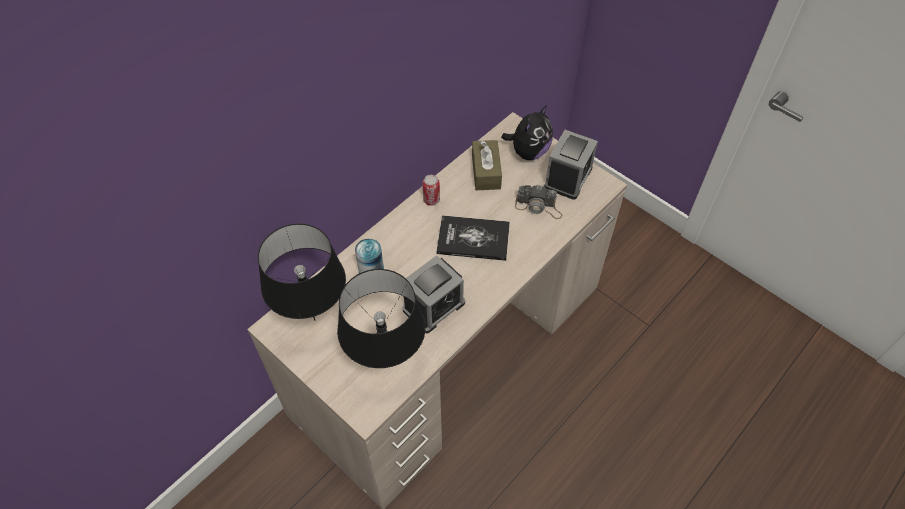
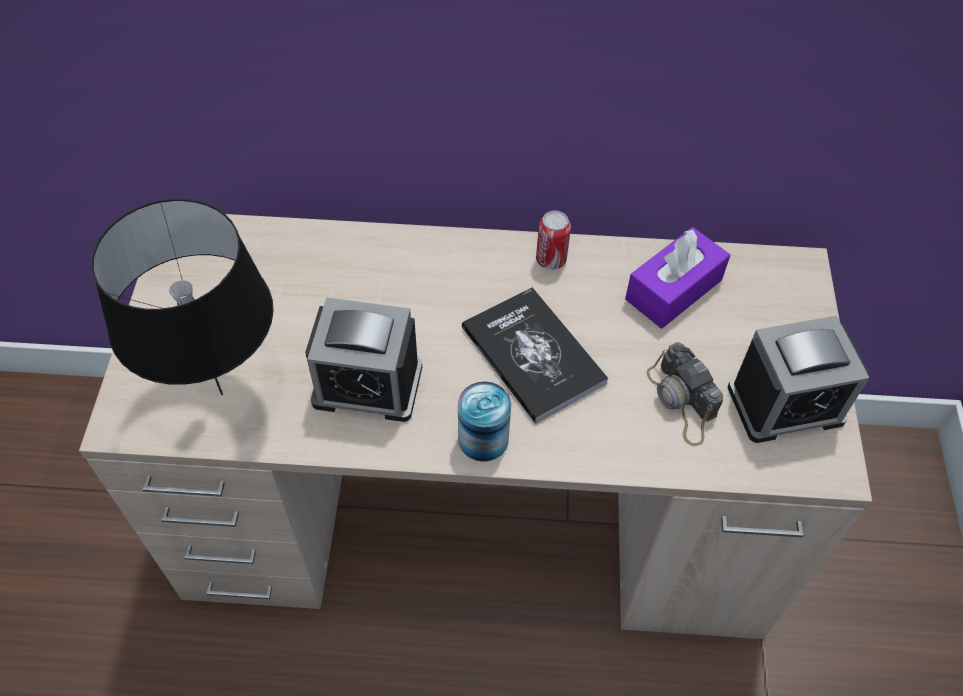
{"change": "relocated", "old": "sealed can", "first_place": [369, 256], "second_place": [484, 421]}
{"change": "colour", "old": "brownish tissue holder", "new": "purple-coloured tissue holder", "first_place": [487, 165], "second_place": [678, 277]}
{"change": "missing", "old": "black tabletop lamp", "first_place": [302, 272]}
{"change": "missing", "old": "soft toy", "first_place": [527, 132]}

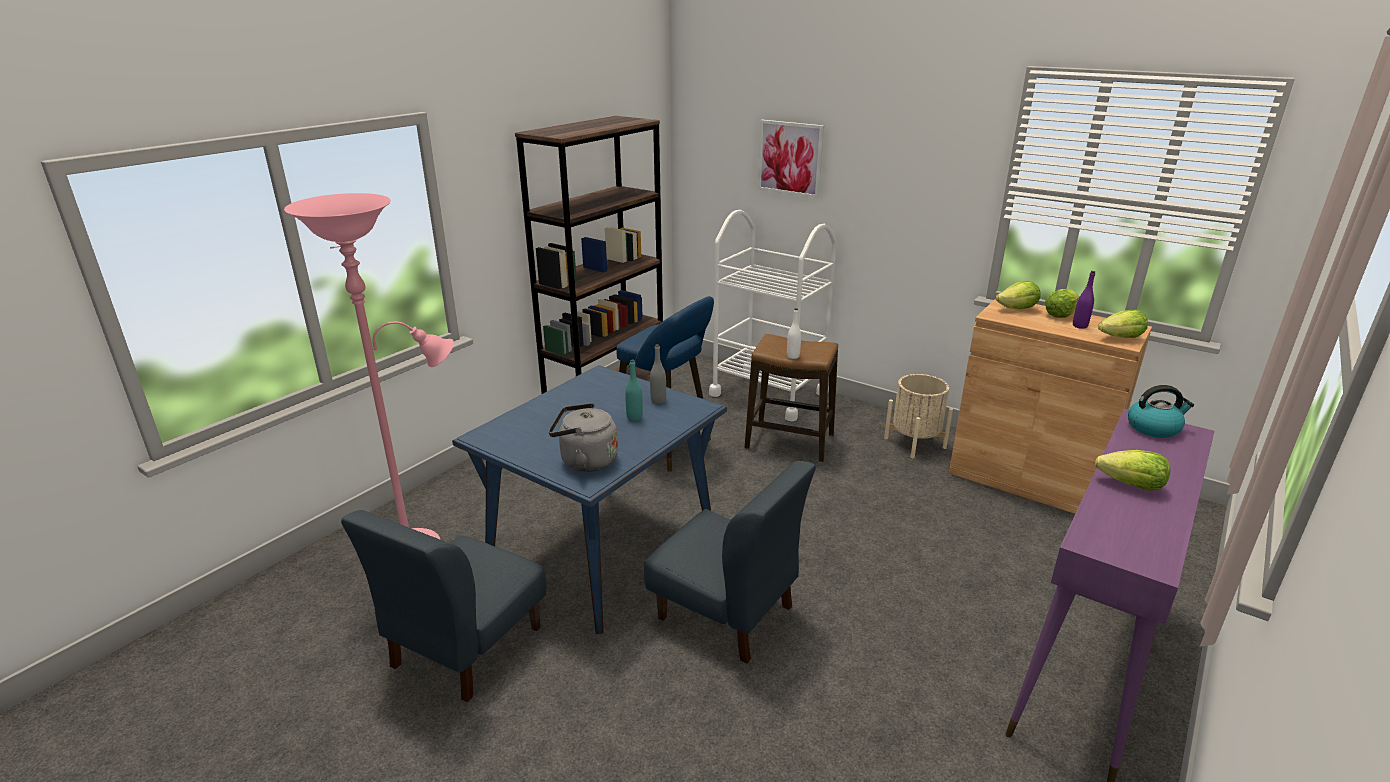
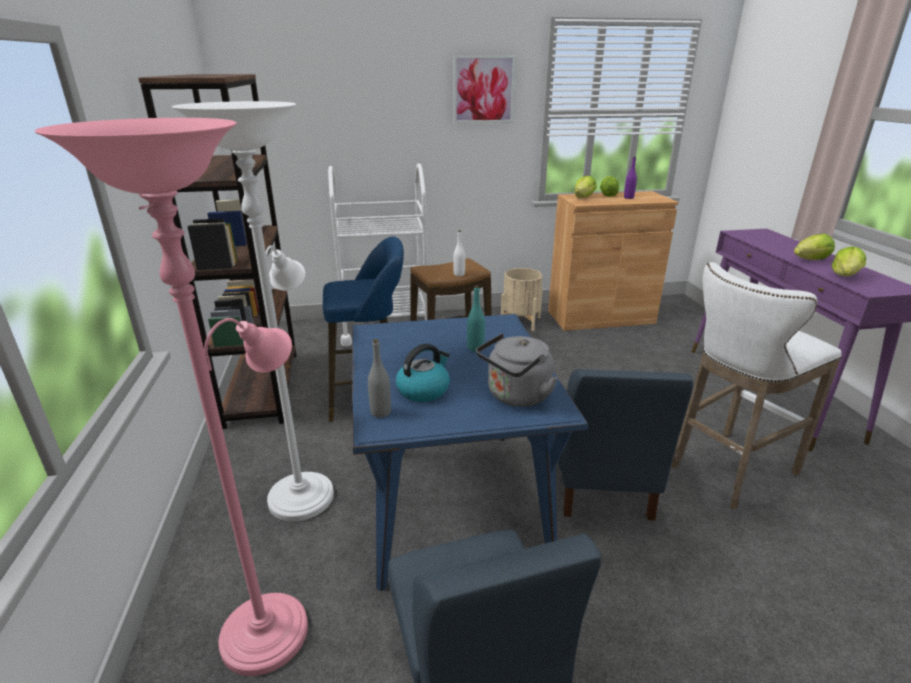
{"change": "appeared", "new": "white-coloured standard lamp", "second_place": [253, 311]}
{"change": "relocated", "old": "gray drink bottle", "first_place": [658, 374], "second_place": [379, 378]}
{"change": "relocated", "old": "water kettle", "first_place": [1161, 411], "second_place": [423, 372]}
{"change": "relocated", "old": "wall picture", "first_place": [791, 159], "second_place": [484, 89]}
{"change": "spun", "old": "blue-coloured upright chair", "first_place": [730, 562], "second_place": [624, 445], "degrees": 105}
{"change": "appeared", "new": "white-coloured stool", "second_place": [756, 386]}
{"change": "relocated", "old": "lettuce", "first_place": [1123, 324], "second_place": [849, 261]}

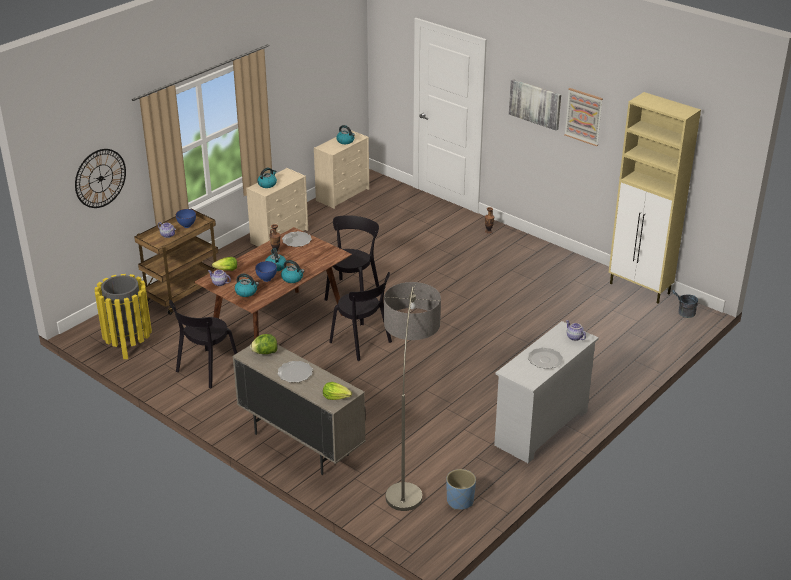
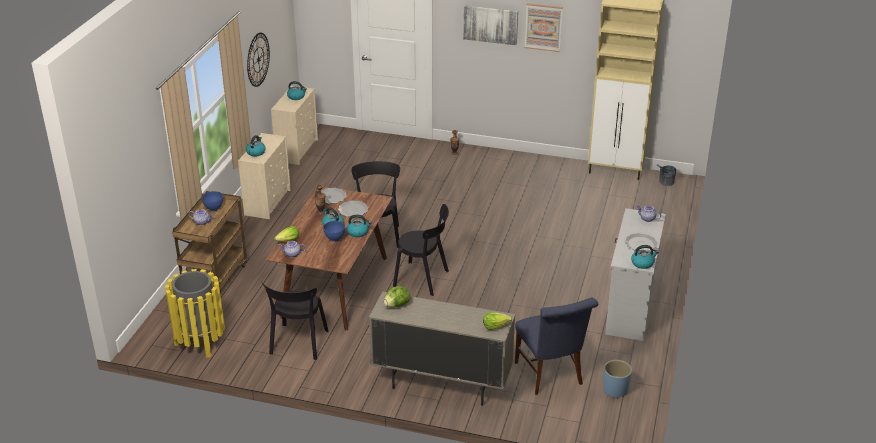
{"change": "relocated", "old": "hanging clock", "first_place": [100, 178], "second_place": [258, 60]}
{"change": "relocated", "old": "dinner plate", "first_place": [295, 371], "second_place": [353, 208]}
{"change": "exchanged", "old": "standard lamp", "new": "blue-coloured upright chair", "first_place": [412, 396], "second_place": [556, 346]}
{"change": "relocated", "old": "water kettle", "first_place": [247, 285], "second_place": [645, 257]}

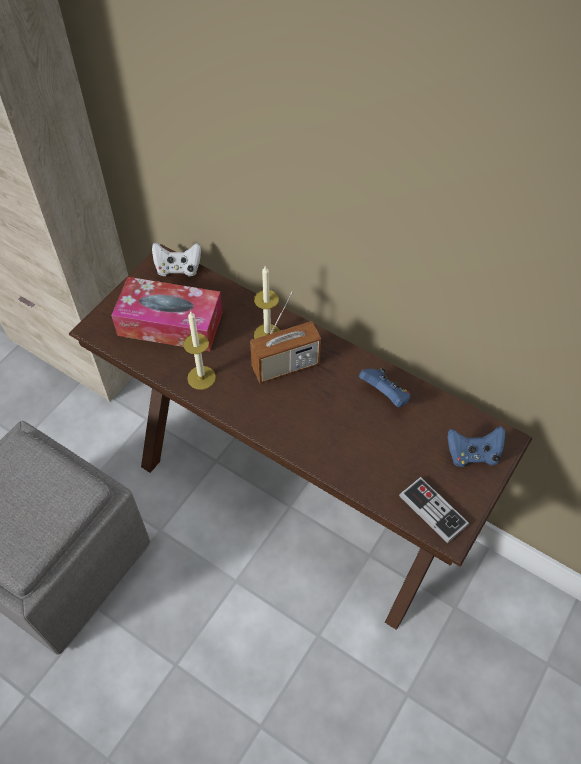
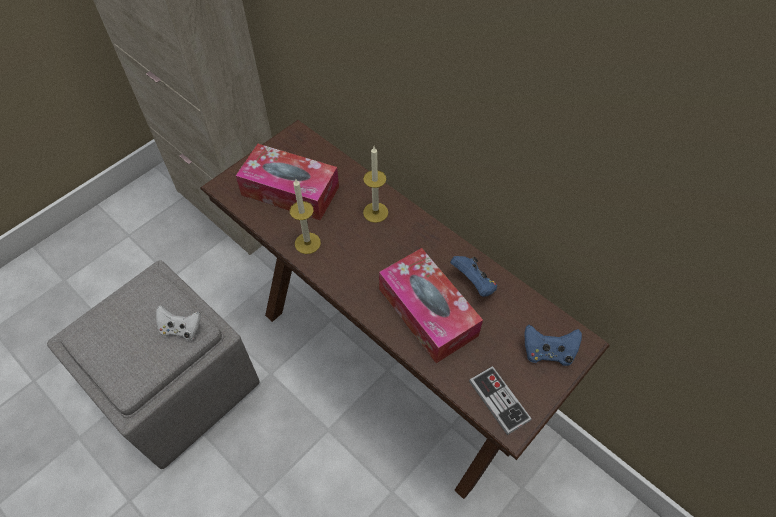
{"change": "relocated", "old": "white-coloured game controller", "first_place": [176, 260], "second_place": [178, 322]}
{"change": "appeared", "new": "tissue holder", "second_place": [431, 305]}
{"change": "missing", "old": "radio set", "first_place": [285, 337]}

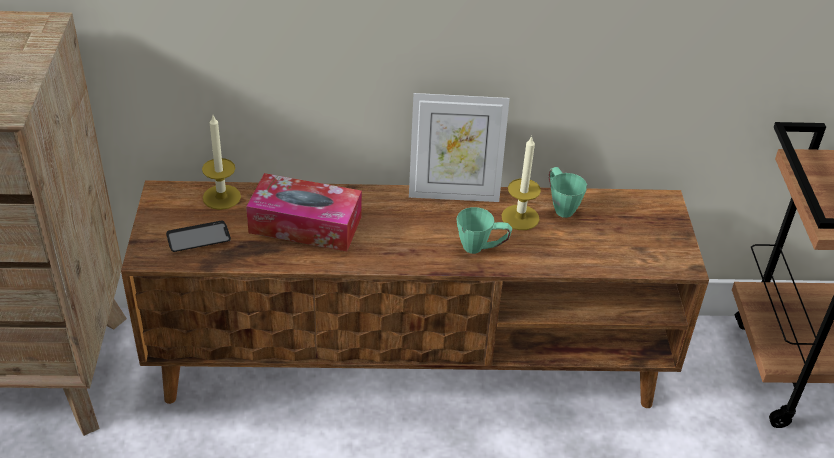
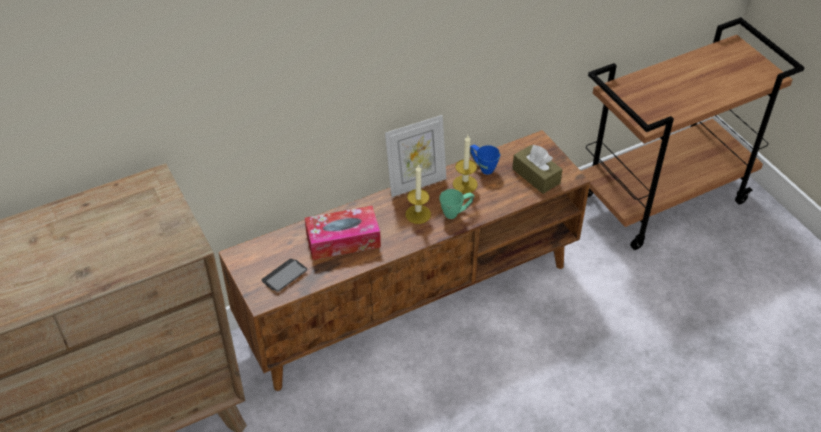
{"change": "relocated", "old": "wax light", "first_place": [221, 162], "second_place": [418, 194]}
{"change": "colour", "old": "green mug", "new": "blue-coloured mug", "first_place": [568, 192], "second_place": [485, 159]}
{"change": "appeared", "new": "brownish tissue holder", "second_place": [537, 169]}

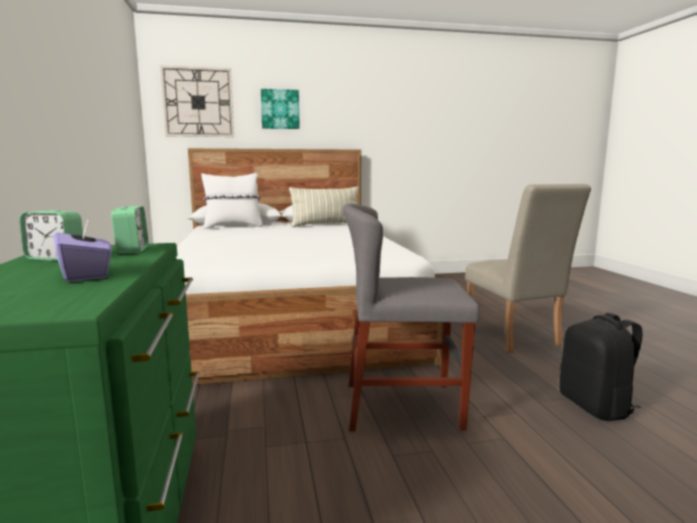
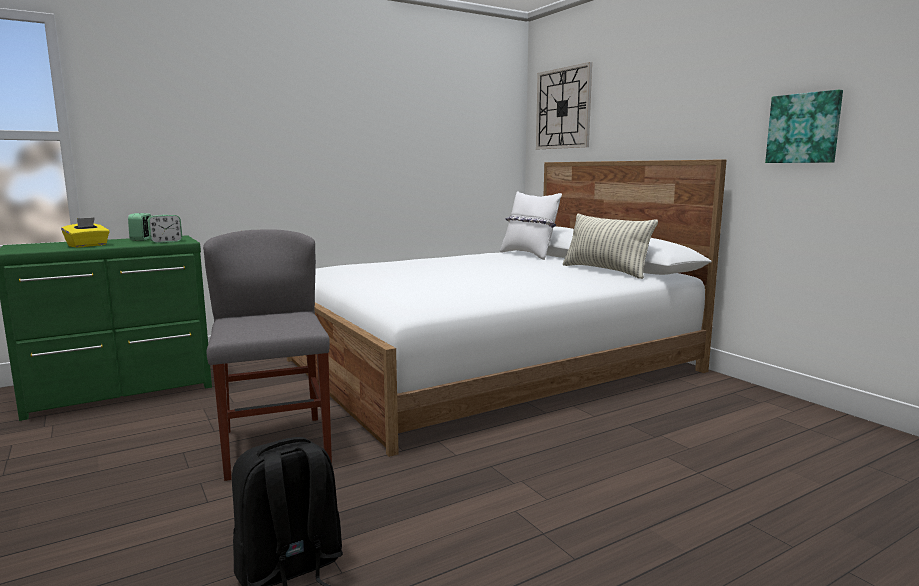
{"change": "colour", "old": "purple-coloured tissue holder", "new": "yellow tissue holder", "first_place": [83, 251], "second_place": [85, 232]}
{"change": "relocated", "old": "wall picture", "first_place": [280, 109], "second_place": [804, 126]}
{"change": "missing", "old": "sand-coloured upright chair", "first_place": [528, 268]}

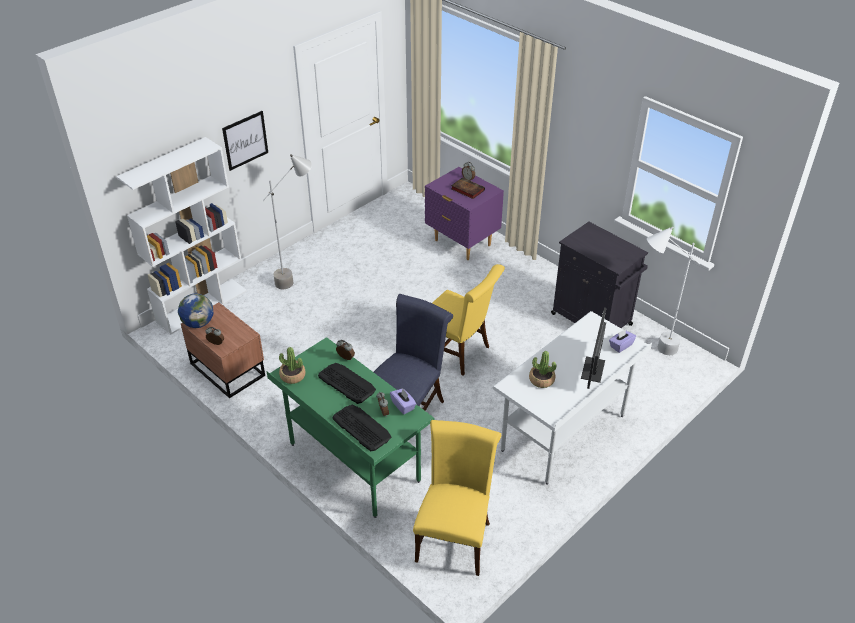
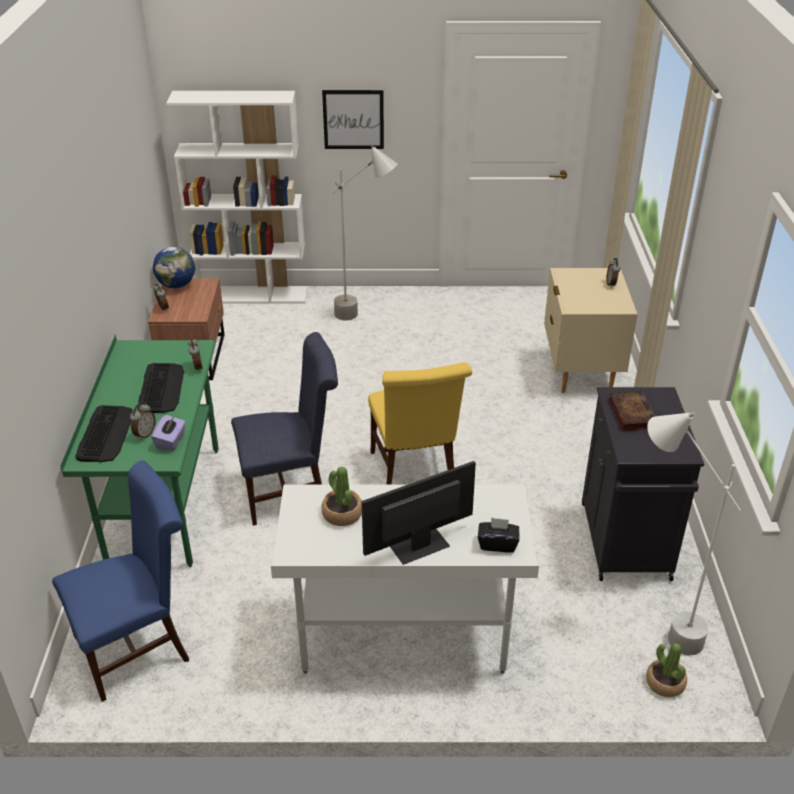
{"change": "colour", "old": "yellow upright chair", "new": "blue-coloured upright chair", "first_place": [457, 498], "second_place": [120, 581]}
{"change": "colour", "old": "purple-coloured tissue holder", "new": "black tissue holder", "first_place": [622, 341], "second_place": [498, 535]}
{"change": "colour", "old": "purple-coloured night table", "new": "sand-coloured night table", "first_place": [464, 213], "second_place": [591, 330]}
{"change": "relocated", "old": "volume", "first_place": [468, 188], "second_place": [632, 411]}
{"change": "relocated", "old": "potted plant", "first_place": [292, 365], "second_place": [666, 670]}

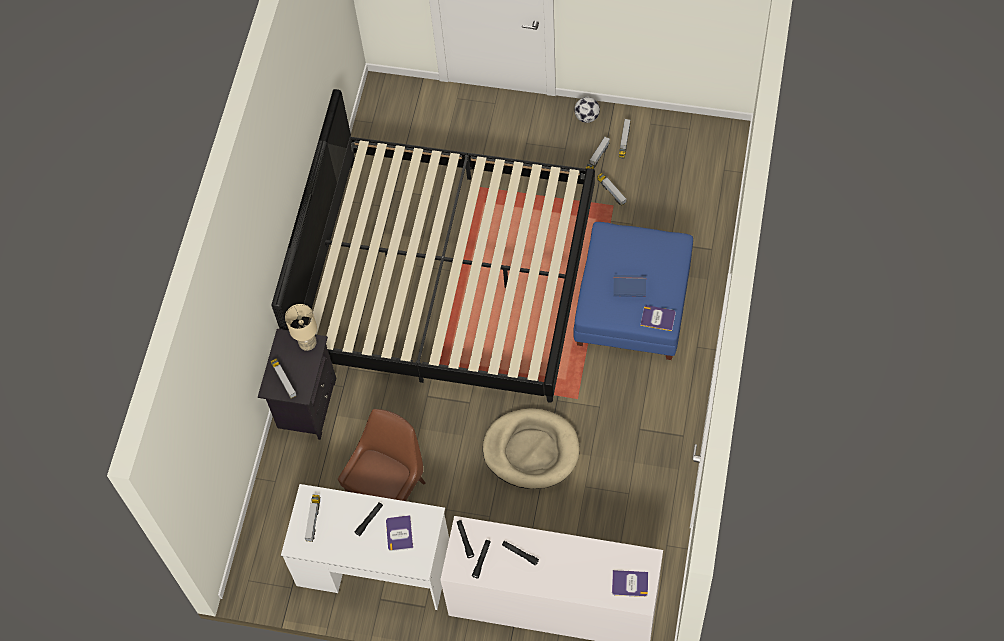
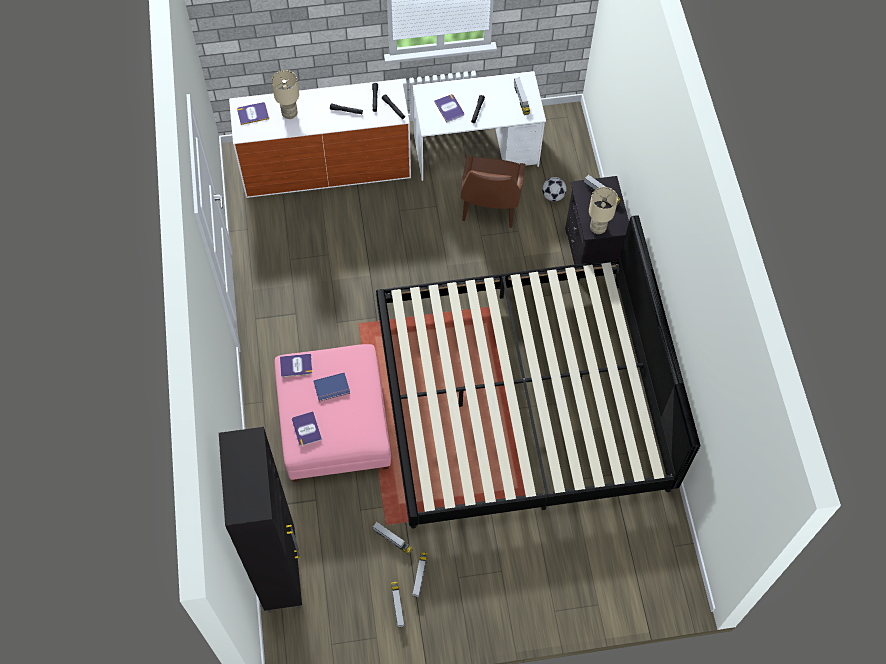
{"change": "appeared", "new": "black storage cabinet", "second_place": [260, 520]}
{"change": "appeared", "new": "sand-coloured tabletop lamp", "second_place": [285, 94]}
{"change": "colour", "old": "blue-coloured ottoman", "new": "pink ottoman", "first_place": [633, 291], "second_place": [333, 413]}
{"change": "appeared", "new": "volume", "second_place": [307, 428]}
{"change": "relocated", "old": "ball for football", "first_place": [587, 110], "second_place": [554, 189]}
{"change": "missing", "old": "sand-coloured dog bed", "first_place": [531, 448]}

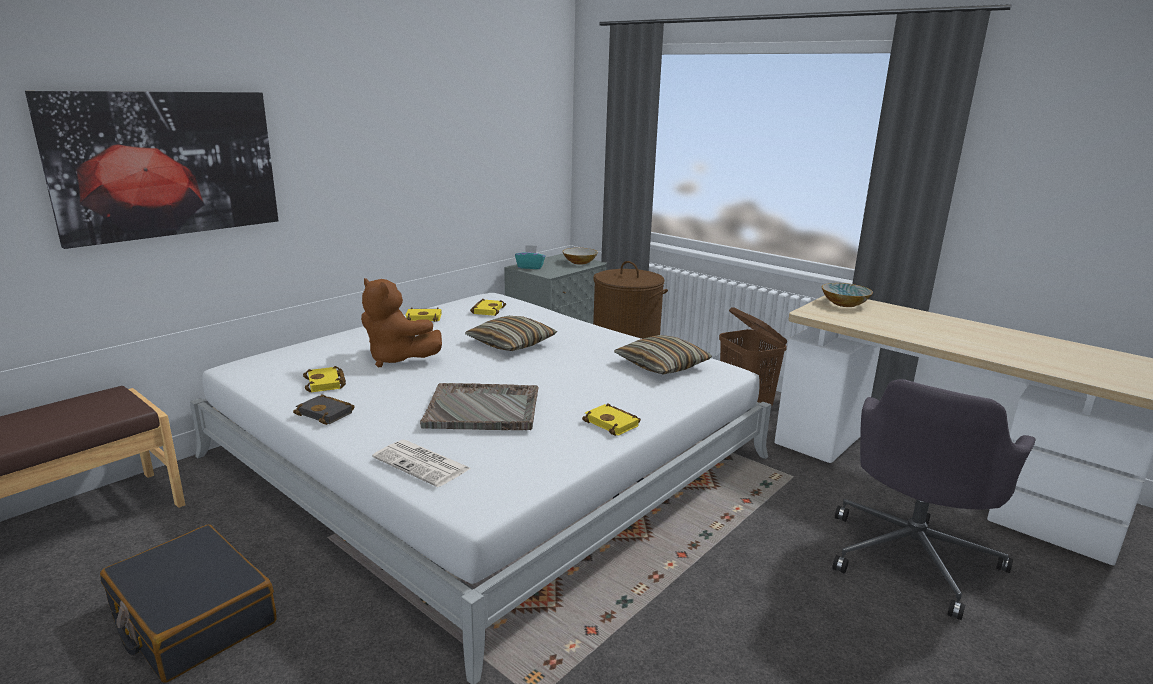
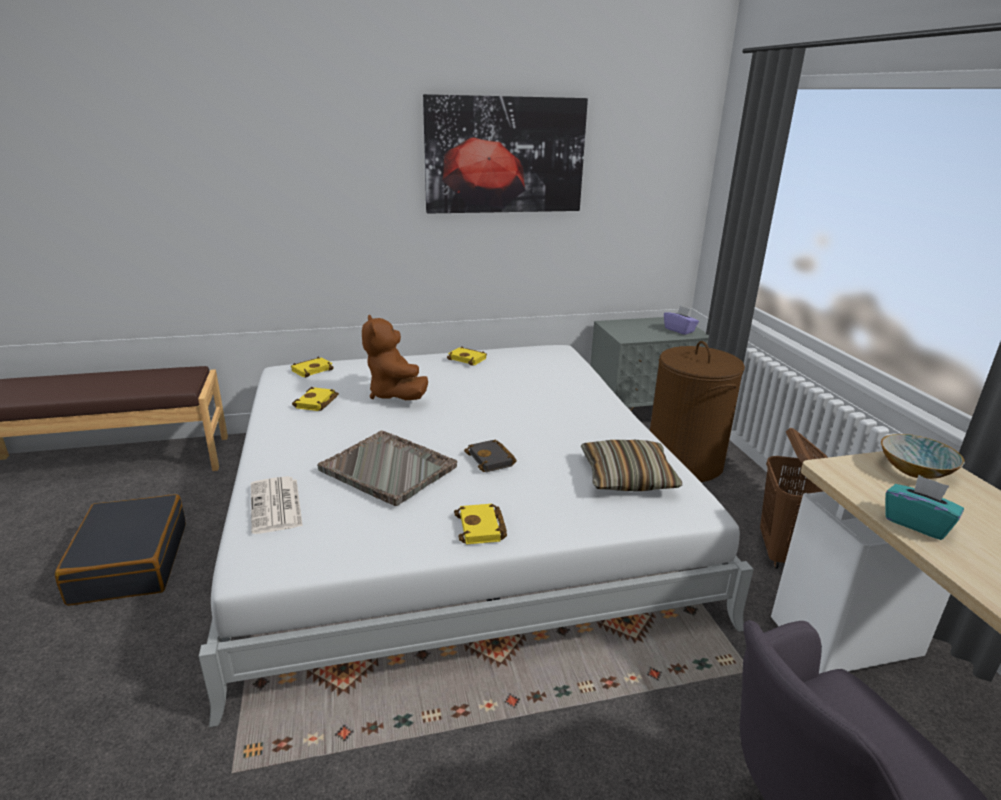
{"change": "relocated", "old": "yellow volume", "first_place": [488, 307], "second_place": [312, 367]}
{"change": "relocated", "old": "wall picture", "first_place": [151, 170], "second_place": [505, 154]}
{"change": "relocated", "old": "black volume", "first_place": [324, 409], "second_place": [490, 456]}
{"change": "exchanged", "old": "bowl", "new": "purple-coloured tissue holder", "first_place": [580, 256], "second_place": [681, 320]}
{"change": "relocated", "old": "turquoise tissue holder", "first_place": [530, 257], "second_place": [924, 507]}
{"change": "missing", "old": "throw pillow", "first_place": [511, 333]}

